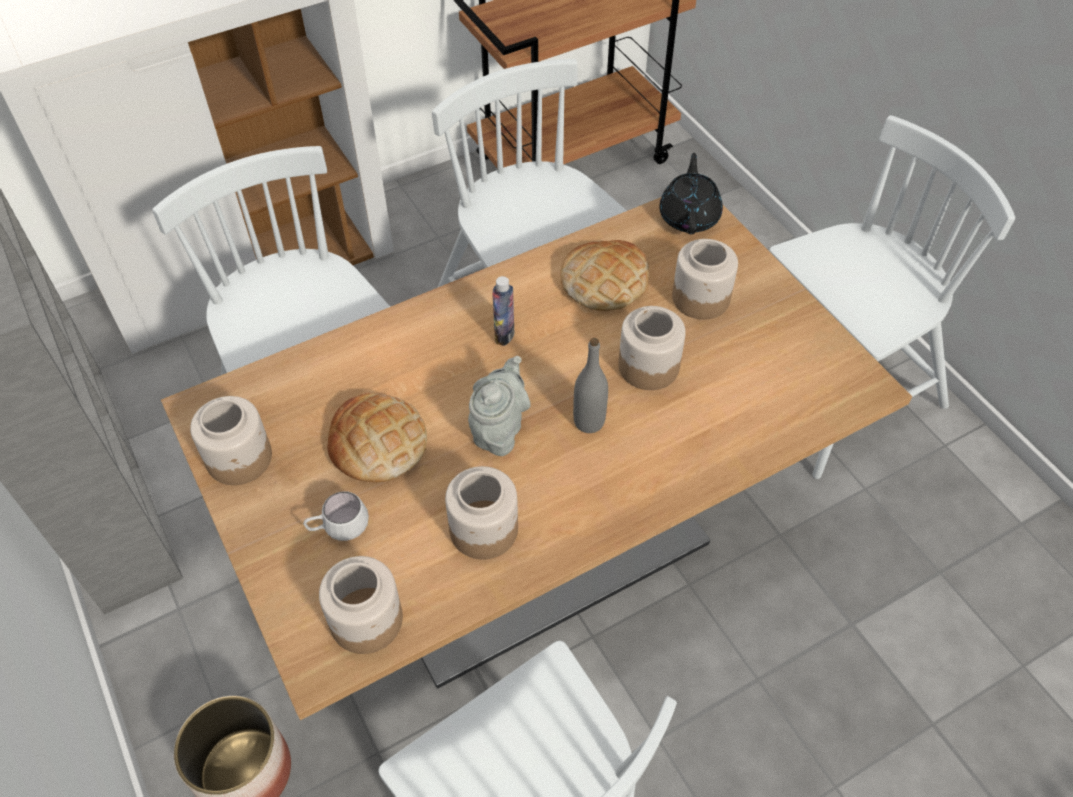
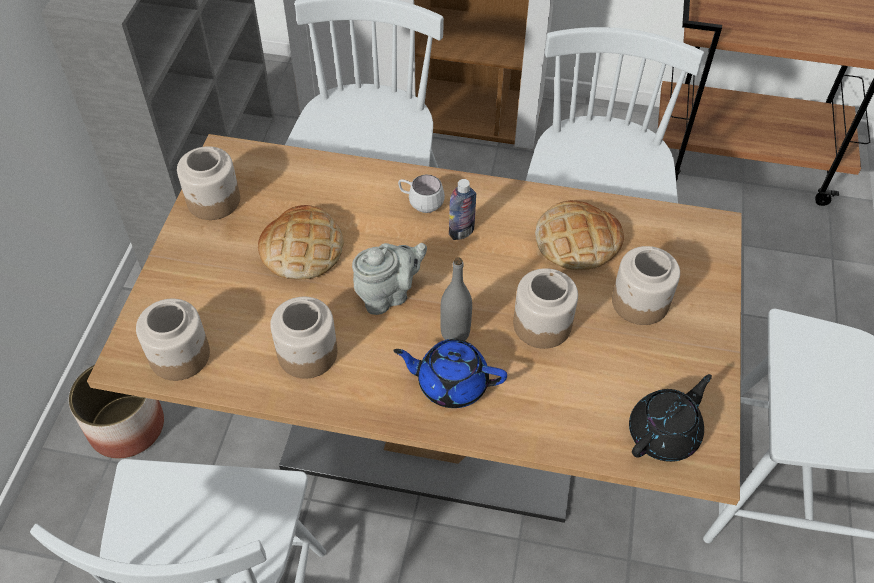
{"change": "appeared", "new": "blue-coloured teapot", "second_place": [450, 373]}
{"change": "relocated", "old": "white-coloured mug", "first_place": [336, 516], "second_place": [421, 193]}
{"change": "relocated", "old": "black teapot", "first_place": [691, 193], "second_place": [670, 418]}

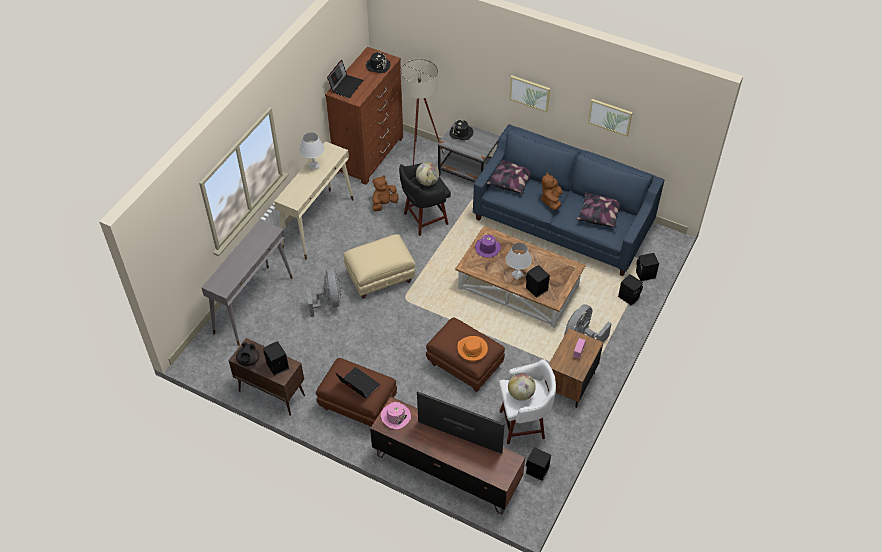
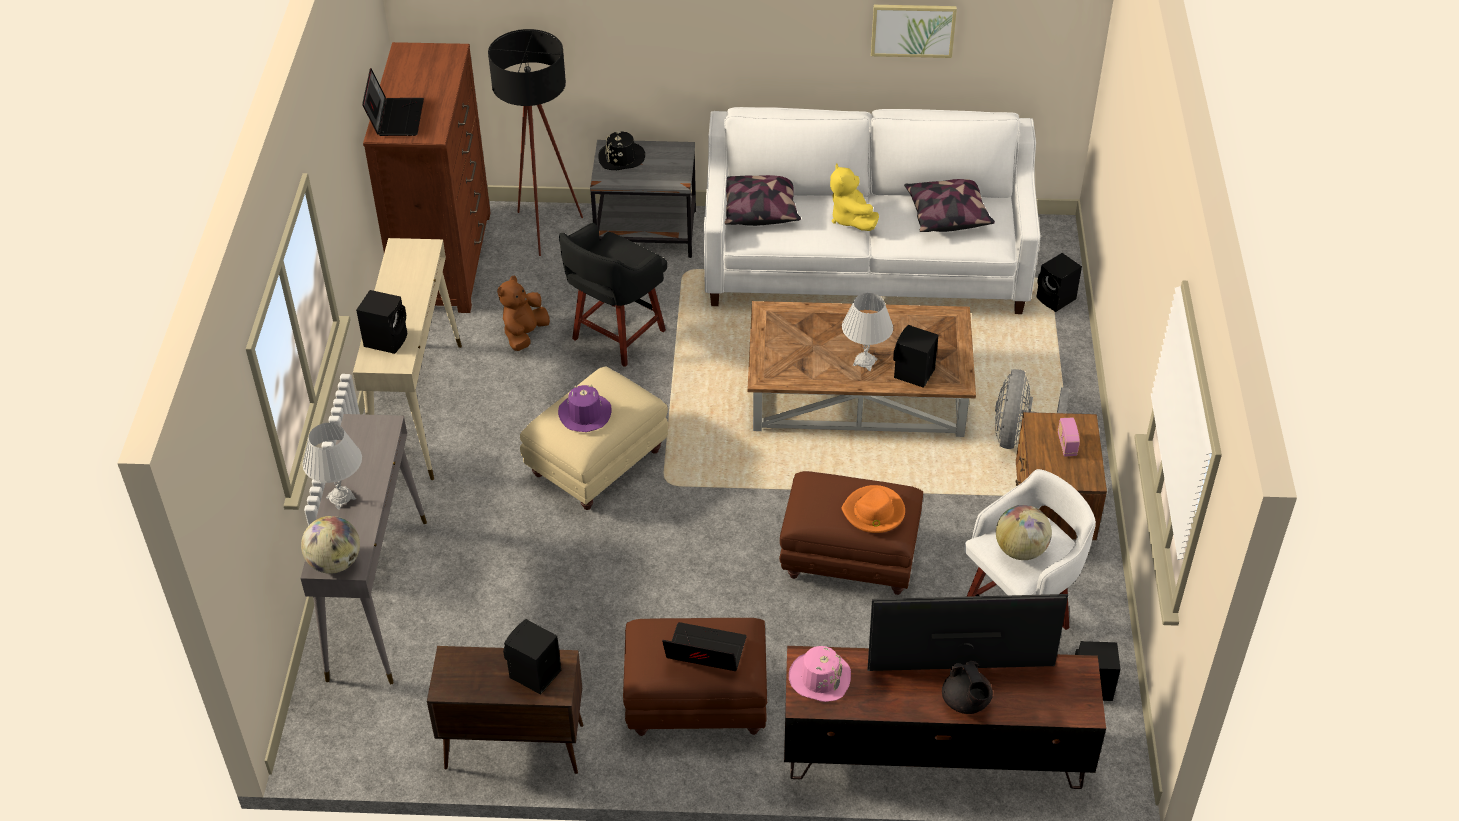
{"change": "relocated", "old": "desk globe", "first_place": [427, 174], "second_place": [330, 545]}
{"change": "relocated", "old": "white-coloured tabletop lamp", "first_place": [312, 151], "second_place": [332, 466]}
{"change": "relocated", "old": "black audio speaker", "first_place": [630, 289], "second_place": [381, 322]}
{"change": "colour", "old": "sand-coloured standard lamp", "new": "black standard lamp", "first_place": [422, 112], "second_place": [535, 142]}
{"change": "relocated", "old": "purple-coloured hat", "first_place": [488, 245], "second_place": [584, 408]}
{"change": "colour", "old": "blue-coloured sofa", "new": "white-coloured sofa", "first_place": [569, 200], "second_place": [872, 210]}
{"change": "colour", "old": "brownish soft toy", "new": "yellow soft toy", "first_place": [551, 191], "second_place": [854, 197]}
{"change": "relocated", "old": "black teapot", "first_place": [247, 354], "second_place": [967, 687]}
{"change": "missing", "old": "gray cooling fan", "first_place": [324, 292]}
{"change": "missing", "old": "black hat", "first_place": [378, 62]}
{"change": "missing", "old": "wall picture", "first_place": [529, 94]}

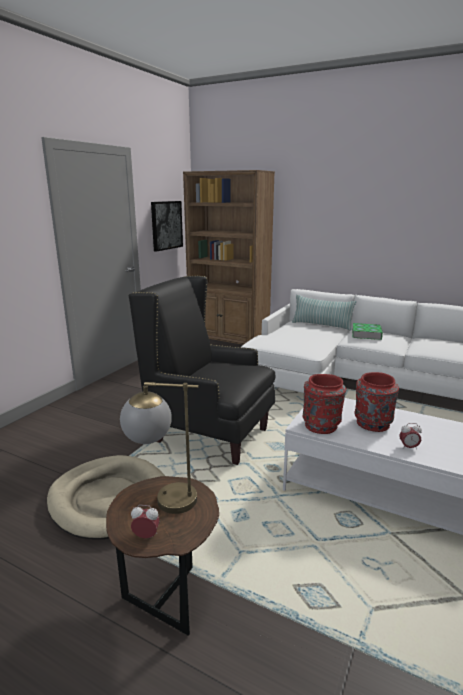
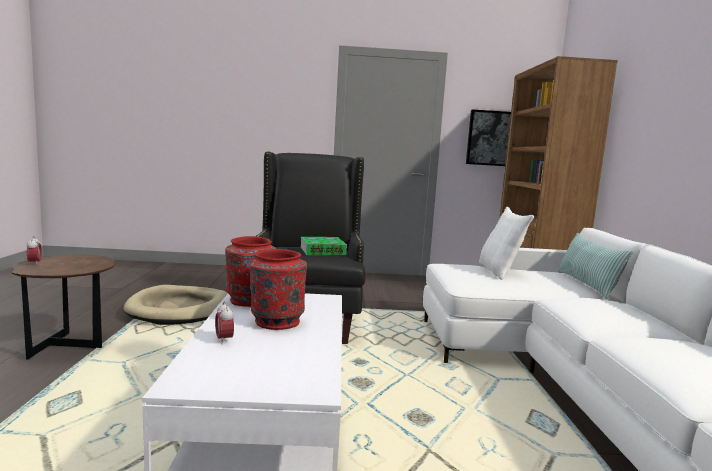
{"change": "relocated", "old": "volume", "first_place": [367, 331], "second_place": [323, 246]}
{"change": "appeared", "new": "white-coloured throw pillow", "second_place": [506, 243]}
{"change": "missing", "old": "tabletop lamp", "first_place": [159, 448]}

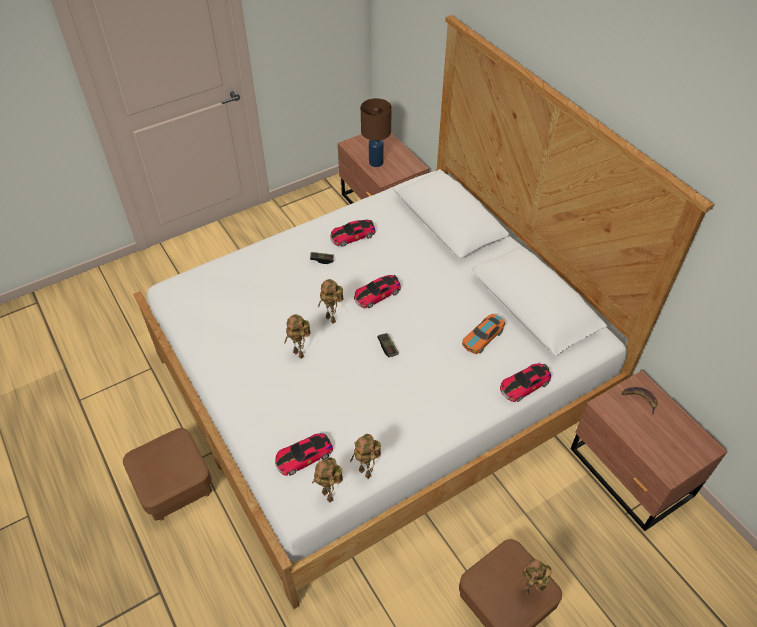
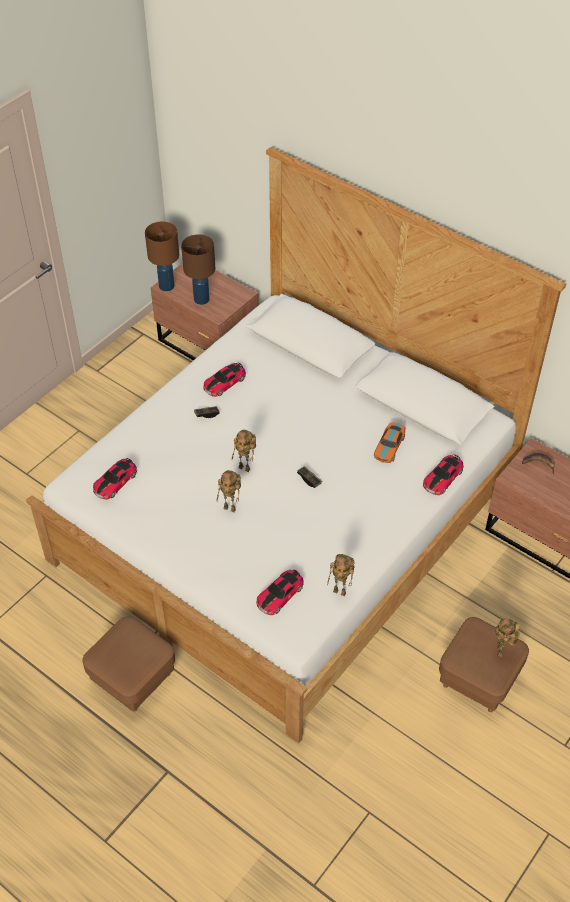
{"change": "relocated", "old": "miniature car", "first_place": [377, 291], "second_place": [115, 479]}
{"change": "appeared", "new": "brownish tabletop lamp", "second_place": [162, 256]}
{"change": "missing", "old": "robot figure", "first_place": [327, 480]}

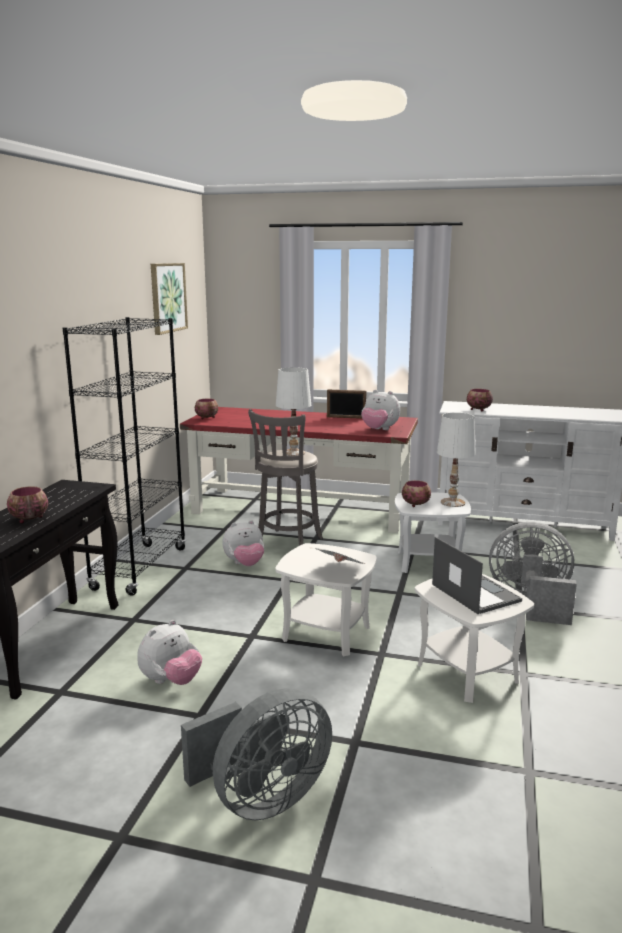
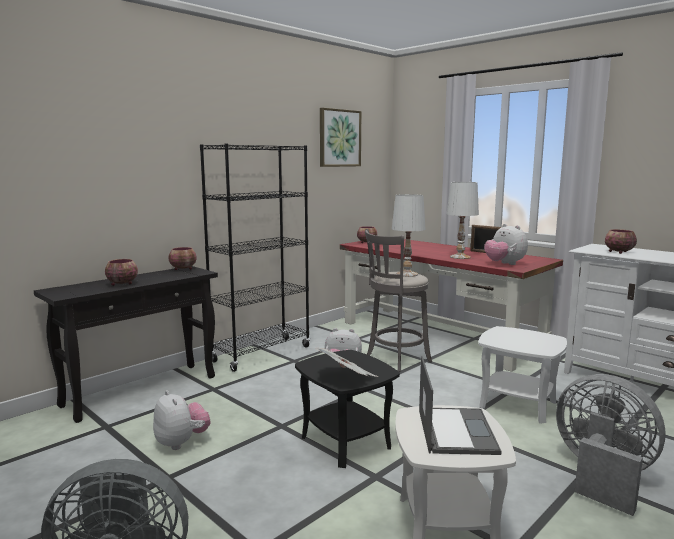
{"change": "spun", "old": "soft toy", "first_place": [169, 652], "second_place": [182, 420], "degrees": -105}
{"change": "relocated", "old": "bowl", "first_place": [416, 493], "second_place": [182, 258]}
{"change": "colour", "old": "white-coloured end table", "new": "black end table", "first_place": [326, 599], "second_place": [347, 409]}
{"change": "relocated", "old": "white-coloured tabletop lamp", "first_place": [456, 459], "second_place": [462, 220]}

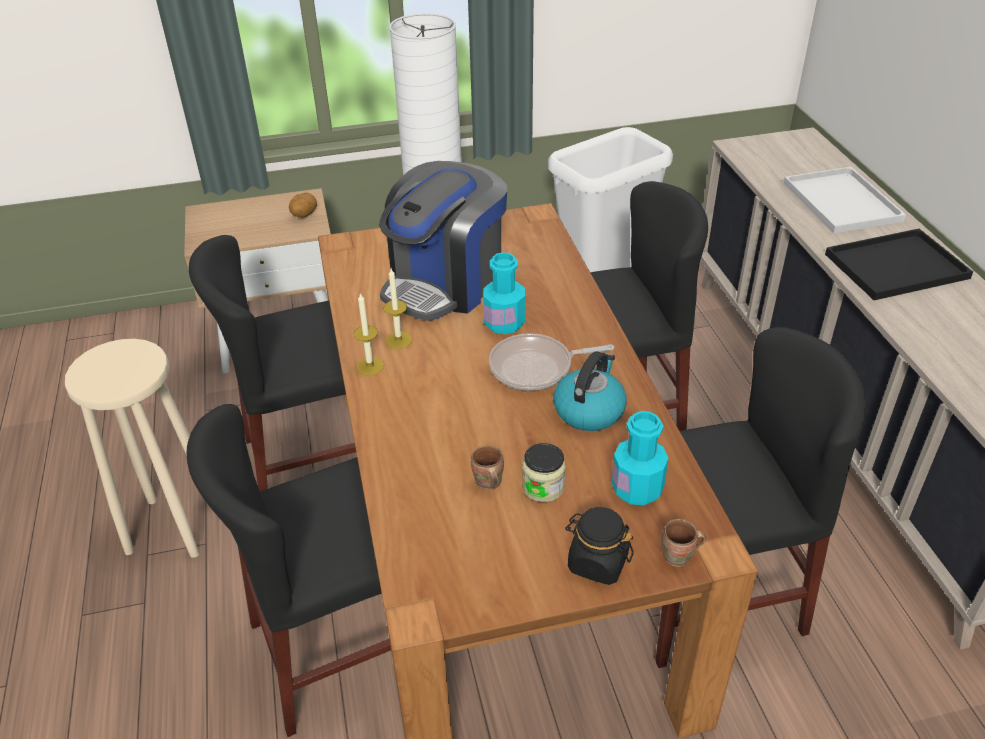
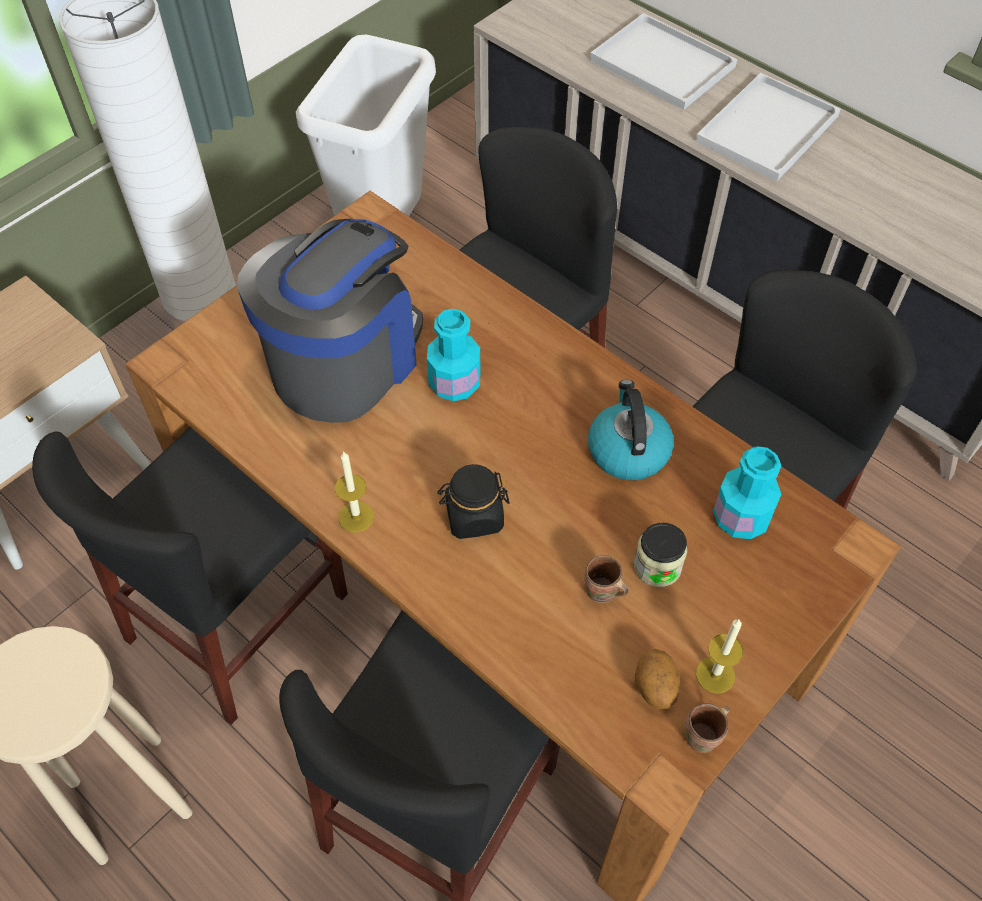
{"change": "spun", "old": "coffee maker", "first_place": [443, 241], "second_place": [330, 321], "degrees": -150}
{"change": "relocated", "old": "black preserve jar", "first_place": [599, 546], "second_place": [473, 501]}
{"change": "relocated", "old": "spud", "first_place": [303, 205], "second_place": [657, 679]}
{"change": "relocated", "old": "brownish mug", "first_place": [684, 543], "second_place": [707, 728]}
{"change": "colour", "old": "black serving tray", "new": "white-coloured serving tray", "first_place": [899, 264], "second_place": [768, 127]}
{"change": "relocated", "old": "wax light", "first_place": [398, 309], "second_place": [720, 656]}
{"change": "missing", "old": "frying pan", "first_place": [551, 362]}

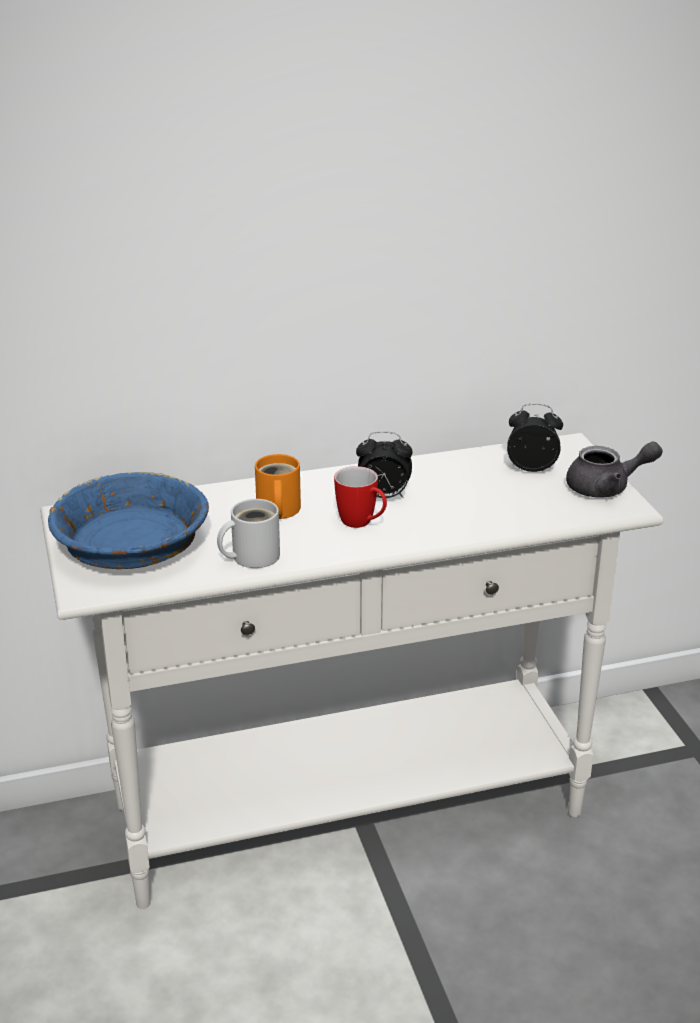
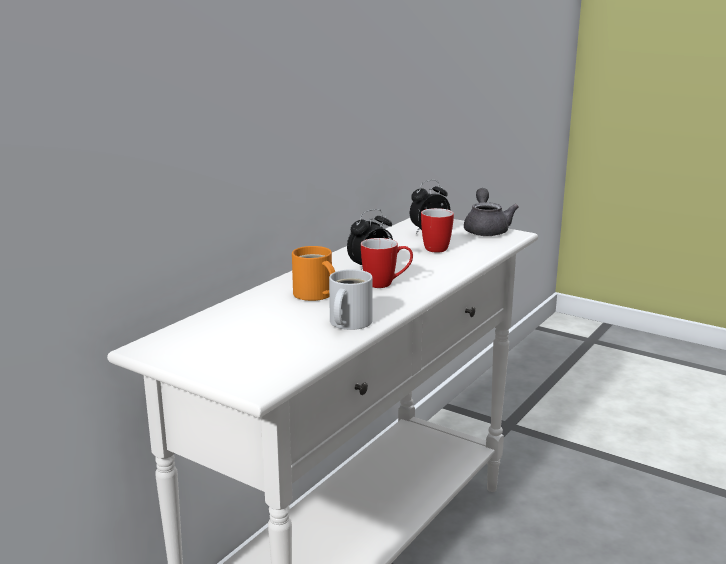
{"change": "appeared", "new": "mug", "second_place": [437, 230]}
{"change": "spun", "old": "gray teapot", "first_place": [614, 469], "second_place": [491, 212], "degrees": -45}
{"change": "missing", "old": "blue-coloured bowl", "first_place": [128, 520]}

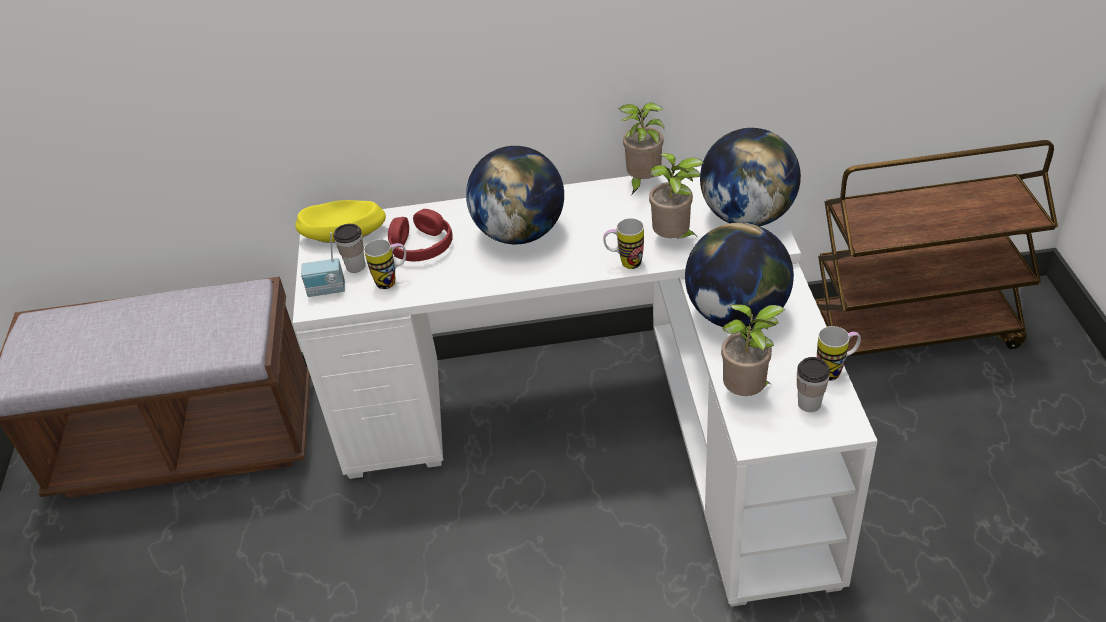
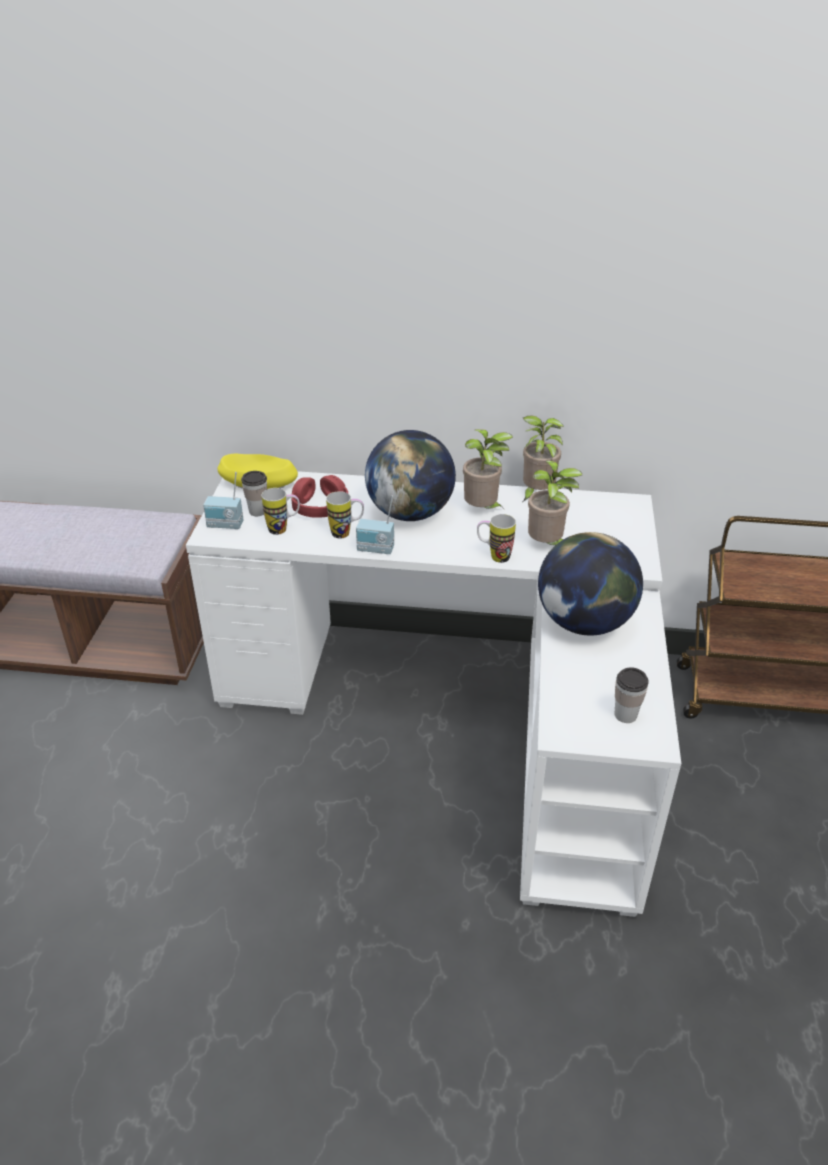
{"change": "relocated", "old": "mug", "first_place": [839, 353], "second_place": [345, 515]}
{"change": "appeared", "new": "radio set", "second_place": [375, 525]}
{"change": "relocated", "old": "potted plant", "first_place": [753, 350], "second_place": [488, 469]}
{"change": "missing", "old": "desk globe", "first_place": [750, 177]}

